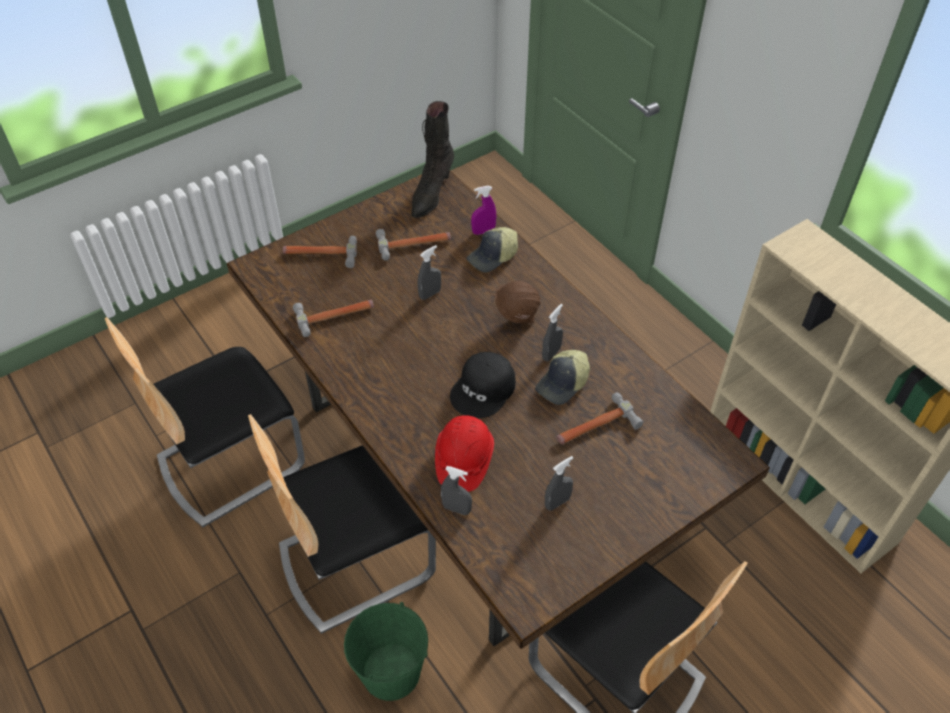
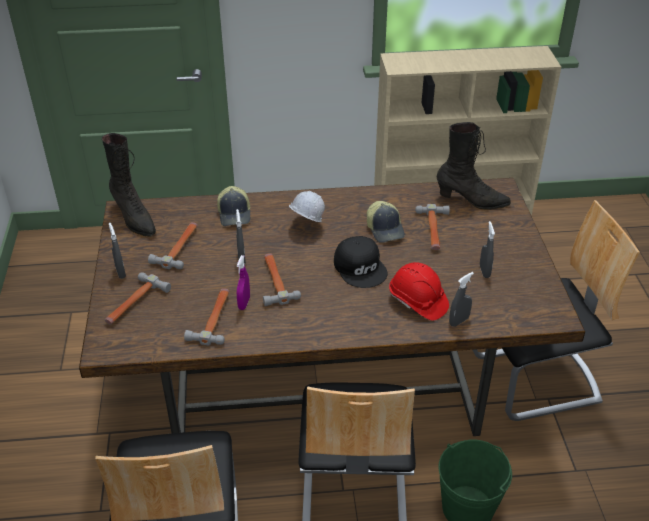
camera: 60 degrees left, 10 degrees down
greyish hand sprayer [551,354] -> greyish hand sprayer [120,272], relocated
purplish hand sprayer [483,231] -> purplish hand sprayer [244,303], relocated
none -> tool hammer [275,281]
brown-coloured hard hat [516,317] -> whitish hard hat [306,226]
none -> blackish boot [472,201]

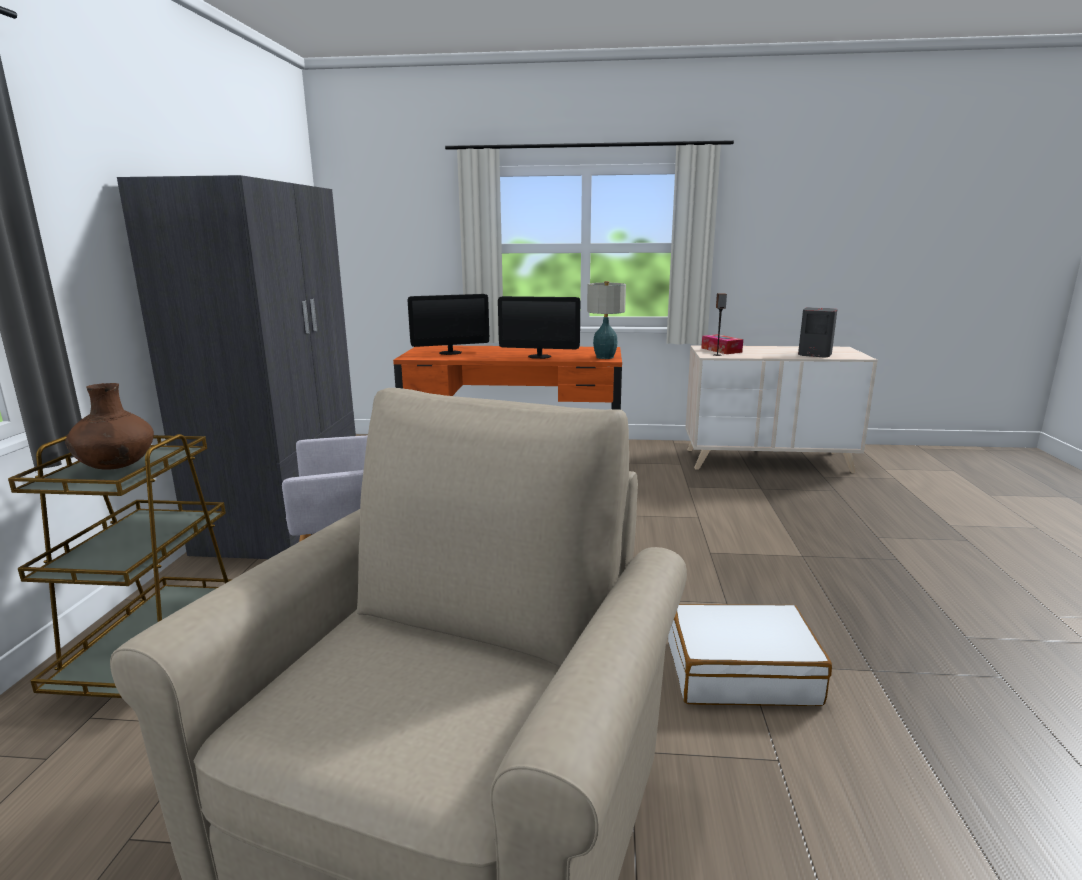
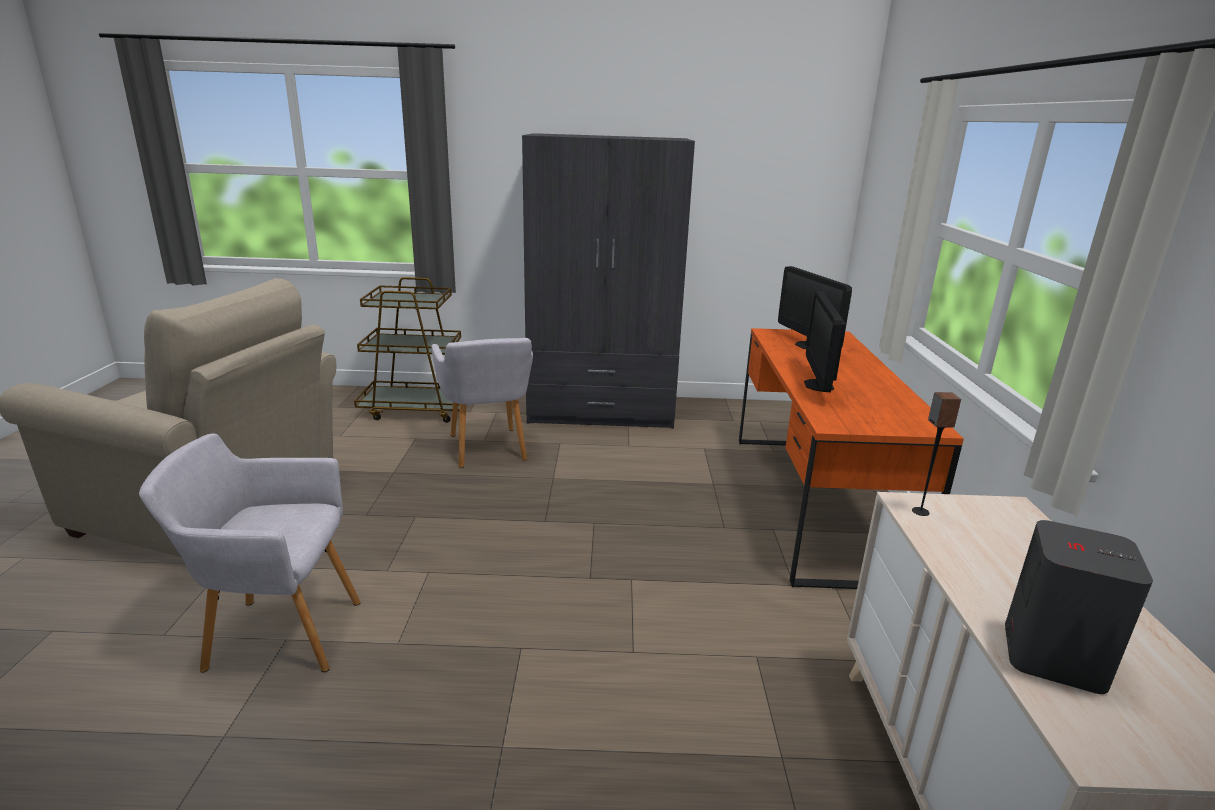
camera: 85 degrees right, 5 degrees up
whitish piece of luggage [741,672] -> greyish lounge chair [277,633]
brown-coloured flower vase [116,467] -> none
lamp for a table [605,357] -> none
box of tissues [721,350] -> none

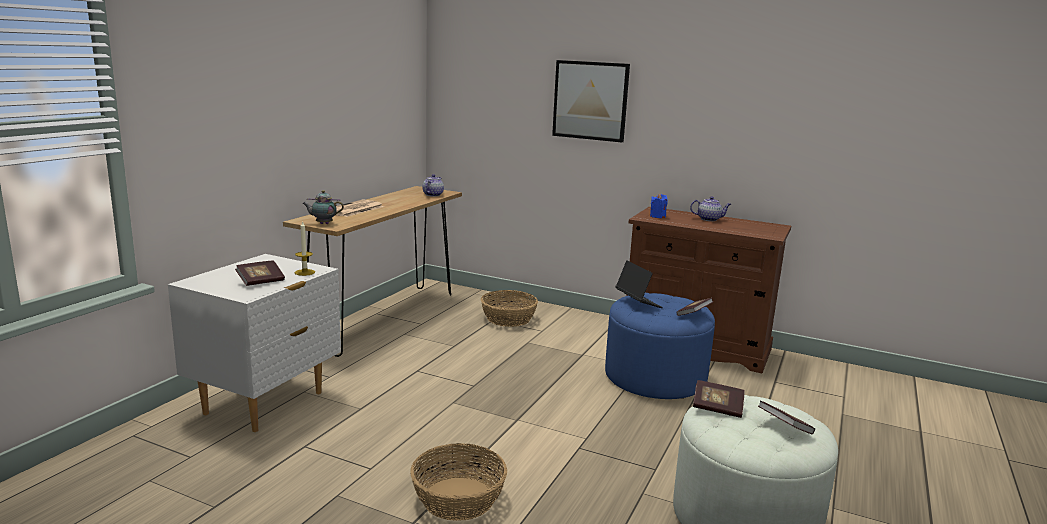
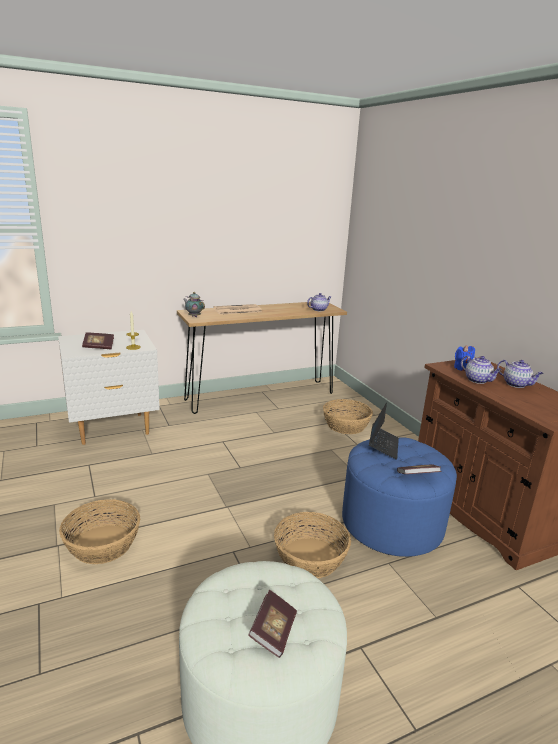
camera: 40 degrees right, 5 degrees up
none -> storage basket [311,557]
none -> pot for tea [478,380]
picture [590,100] -> none
volume [717,408] -> none

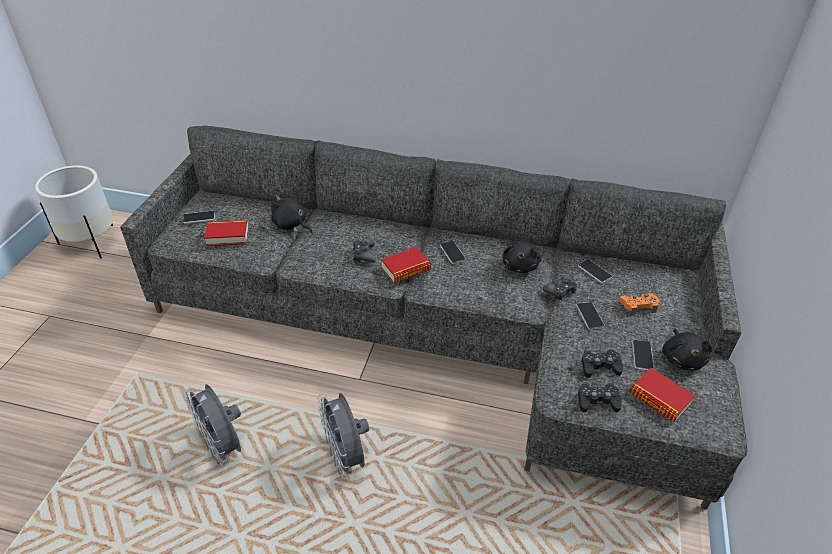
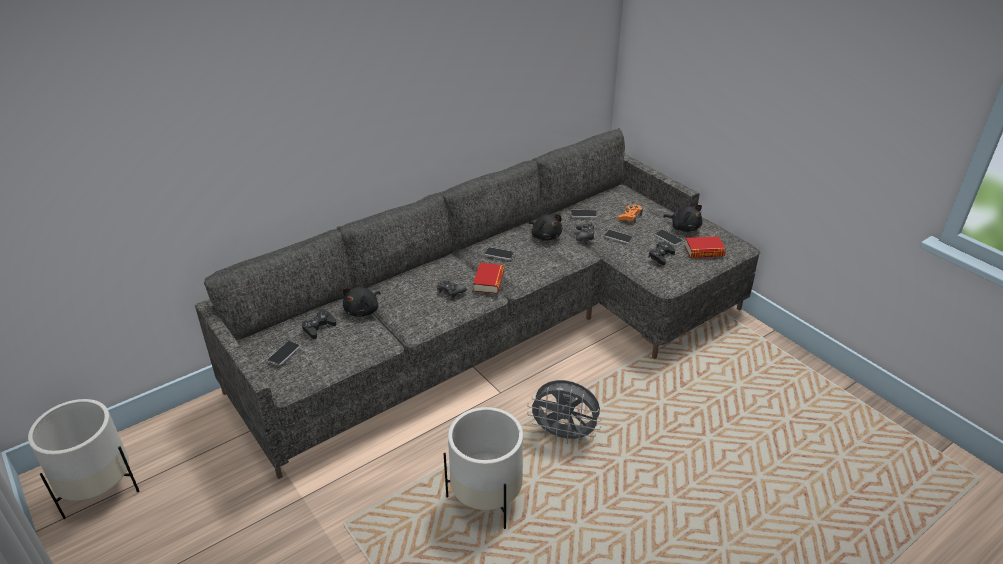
camera: 50 degrees left, 5 degrees down
blackish gamepad [597,401] -> blackish gamepad [318,327], relocated
blackish soft toy [291,225] -> blackish soft toy [363,310], 45 degrees counterclockwise
greyish cooling fan [223,446] -> whitish flower pot [486,499]
volume [227,236] -> none

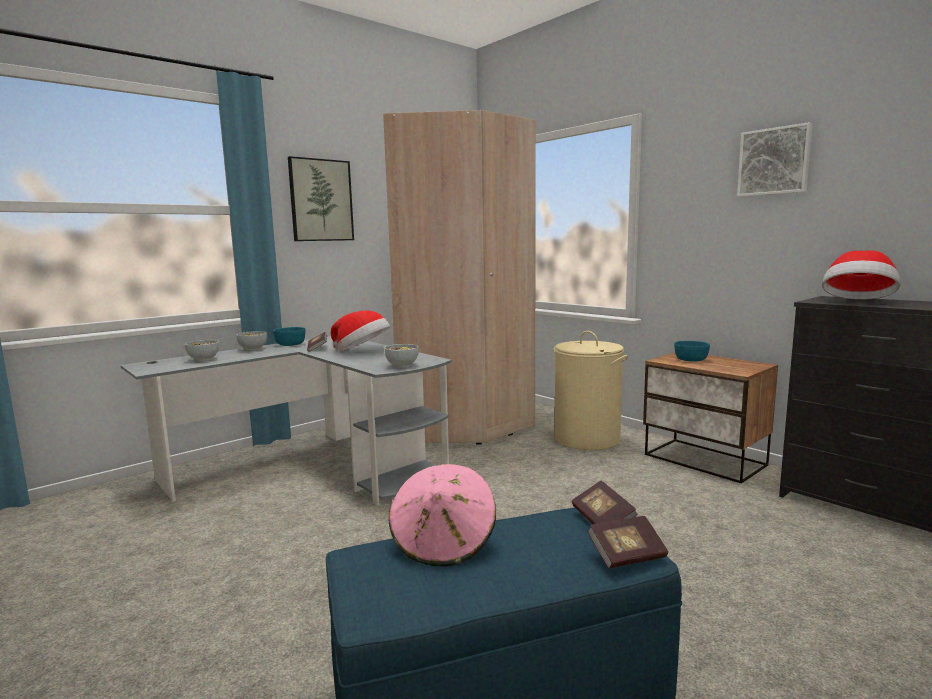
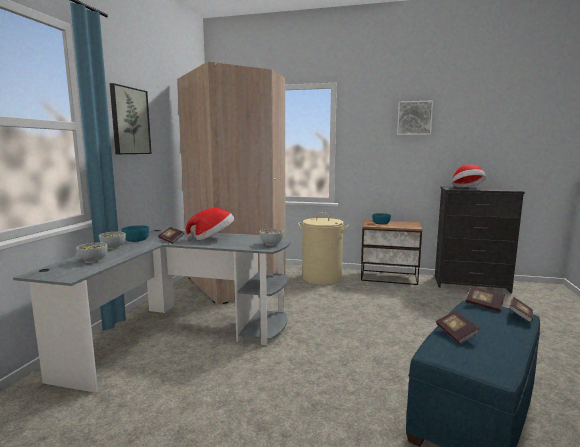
camera: 35 degrees left, 0 degrees up
pinkish wearable hat [444,543] -> volume [456,334]

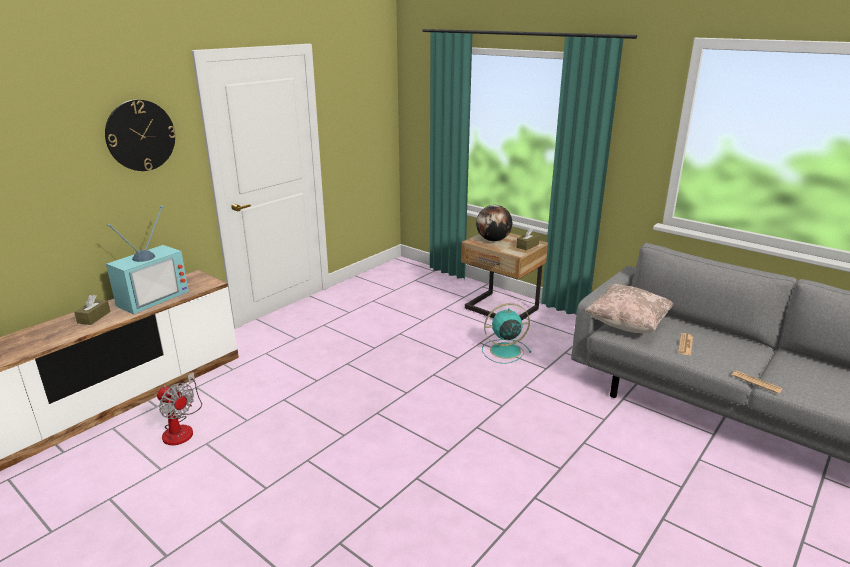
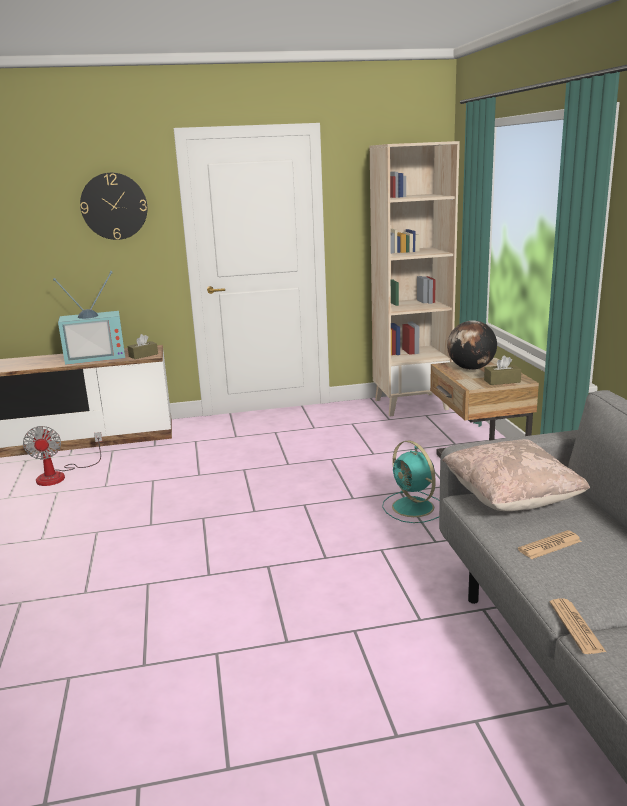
camera: 40 degrees right, 5 degrees down
brown-coloured box of tissues [94,317] -> brown-coloured box of tissues [143,355], relocated
none -> sand-coloured bookshelf [411,404]
turquoise-coloured cooling fan [504,351] -> turquoise-coloured cooling fan [414,508], 150 degrees counterclockwise

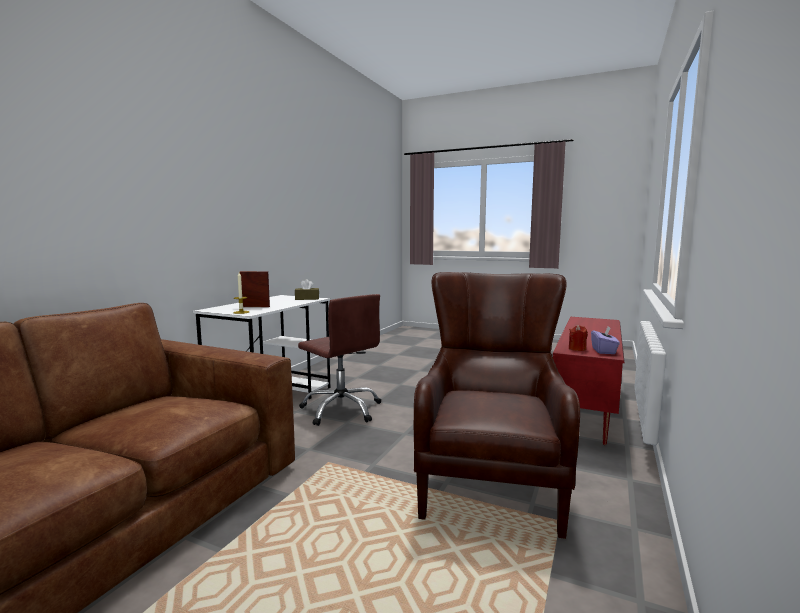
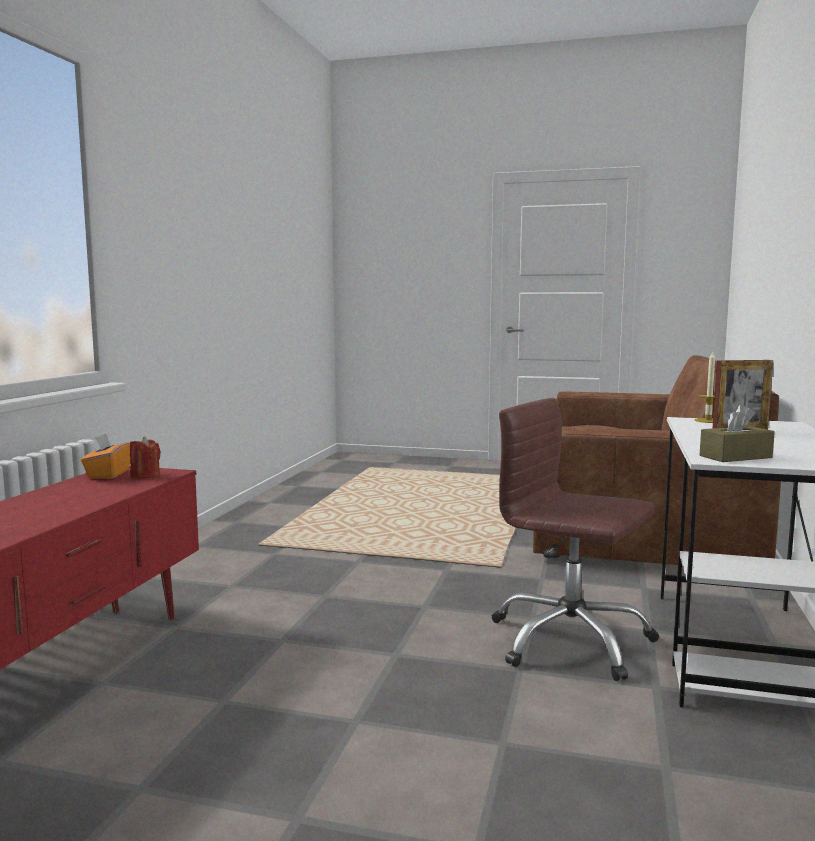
camera: 170 degrees right, 0 degrees up
purplish box of tissues [604,351] -> orange-coloured box of tissues [108,474]
brown-coloured lounge chair [490,482] -> none

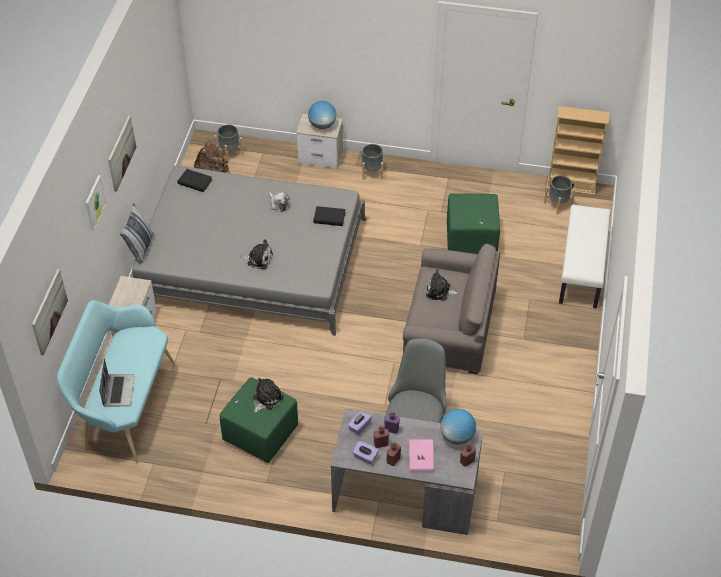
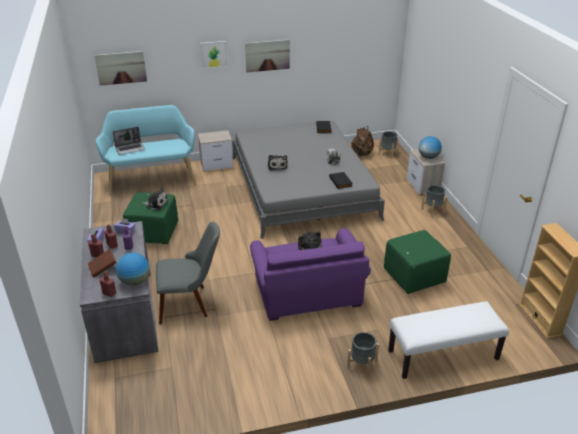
camera: 65 degrees right, 15 degrees down
pinkish volume [421,459] -> brown-coloured volume [103,268]
greyish lounge chair [449,329] -> purplish lounge chair [307,291]
greyish flower pot [558,204] -> greyish flower pot [362,364], relocated
throw pillow [140,248] -> none

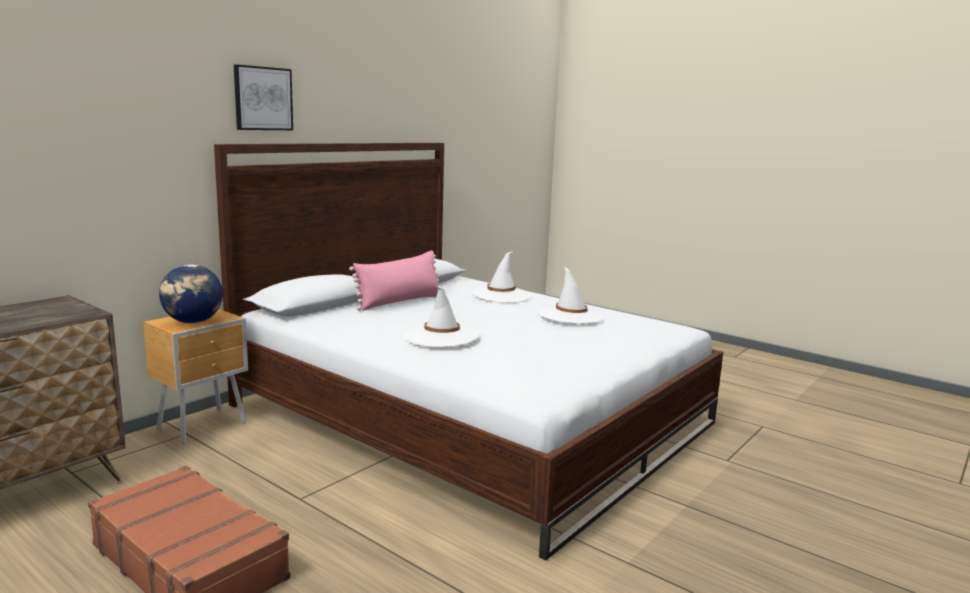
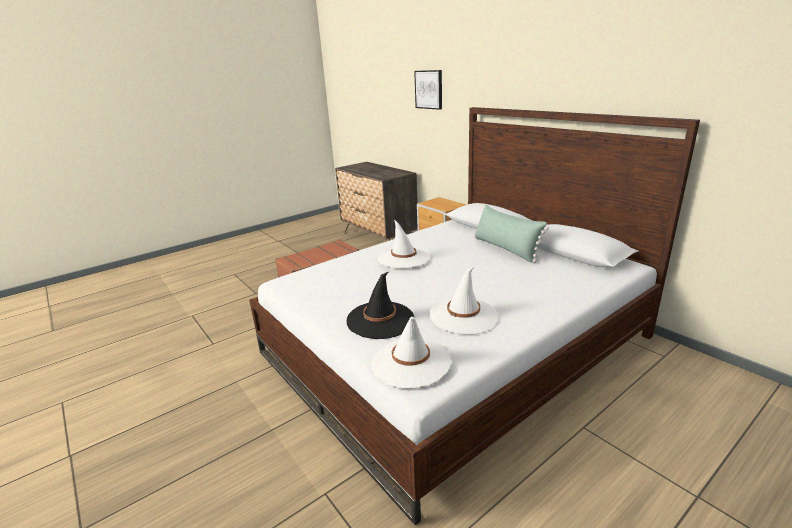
camera: 105 degrees right, 10 degrees up
none -> blackish wearable hat [380,320]
whitish wearable hat [501,295] -> whitish wearable hat [411,362], relocated
picture [263,98] -> picture [429,89], relocated
pinkish throw pillow [399,302] -> green-coloured throw pillow [505,248]
world globe [193,322] -> none

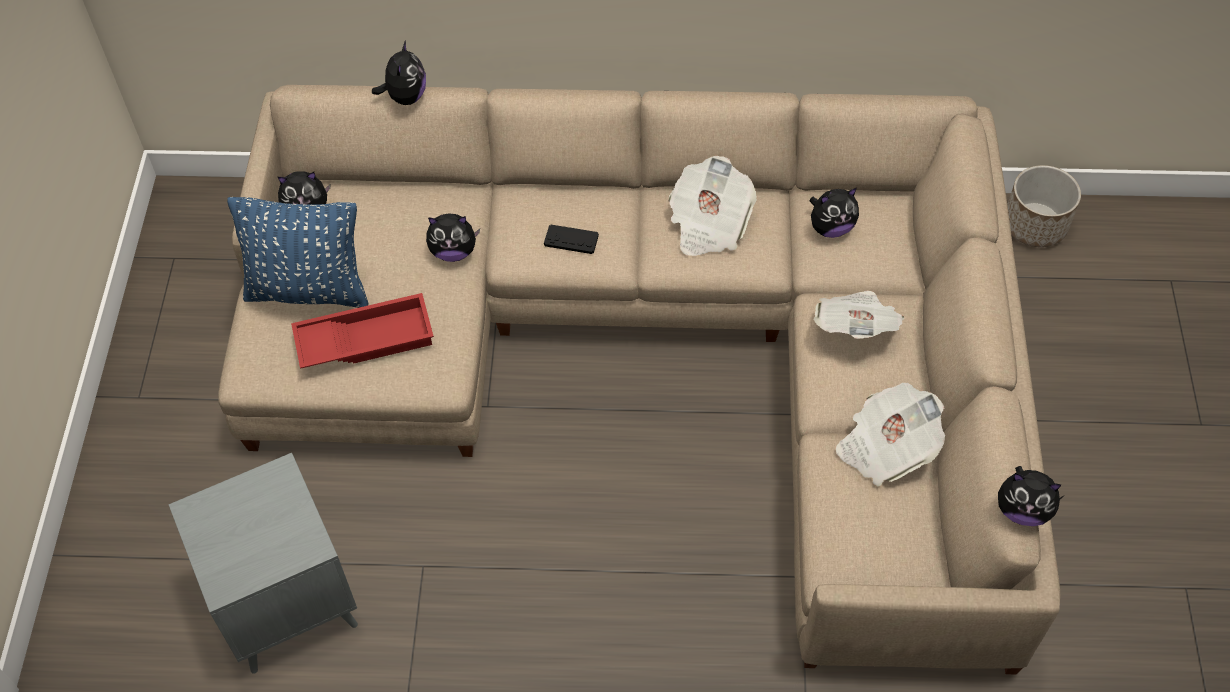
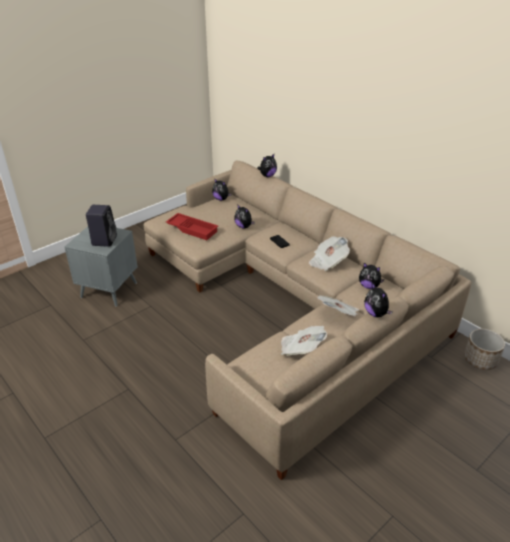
camera: 45 degrees right, 20 degrees down
none -> blackish audio speaker [104,240]
soft toy [1022,510] -> soft toy [376,313], relocated
blue throw pillow [309,290] -> none

